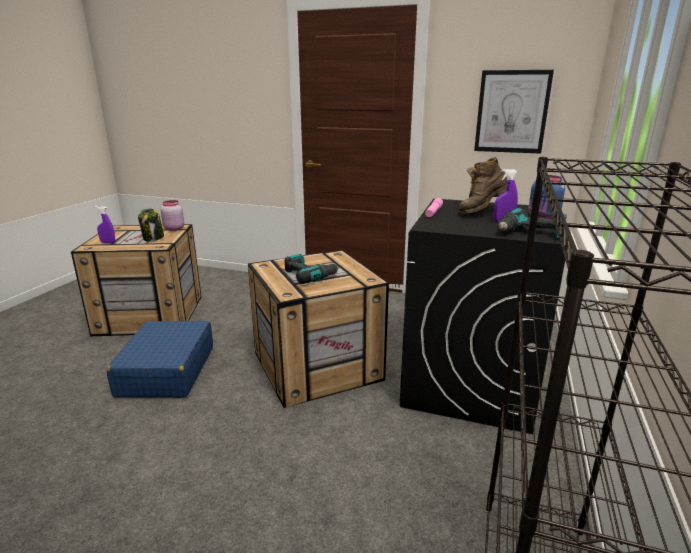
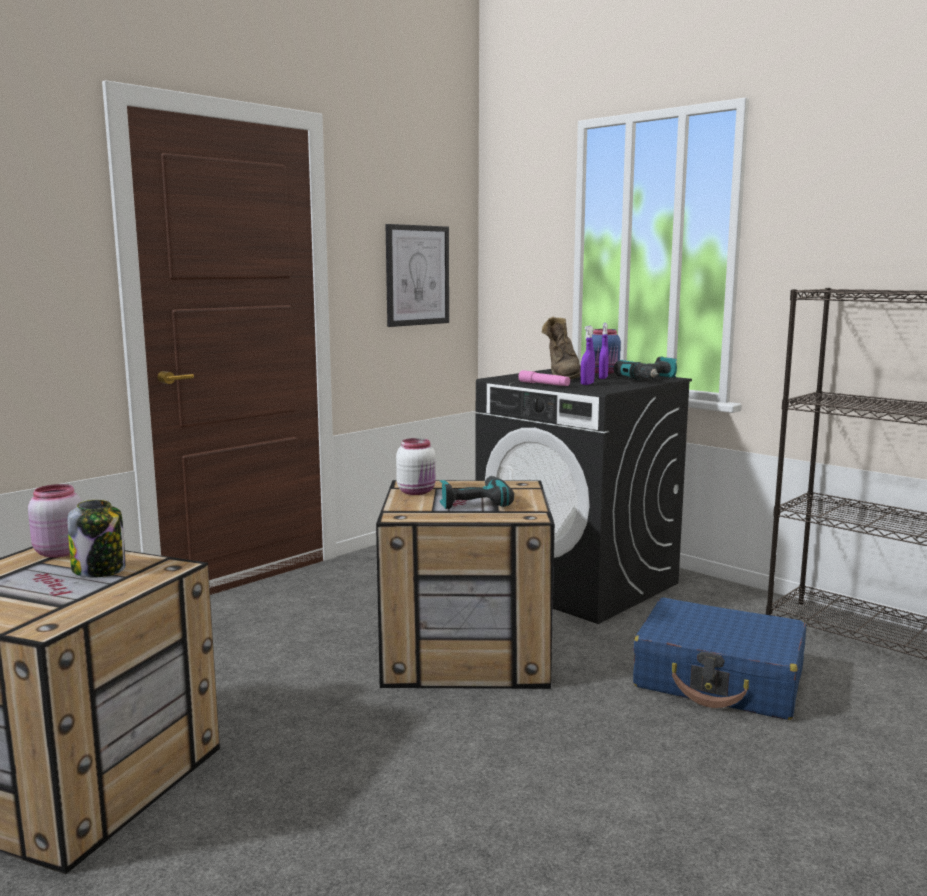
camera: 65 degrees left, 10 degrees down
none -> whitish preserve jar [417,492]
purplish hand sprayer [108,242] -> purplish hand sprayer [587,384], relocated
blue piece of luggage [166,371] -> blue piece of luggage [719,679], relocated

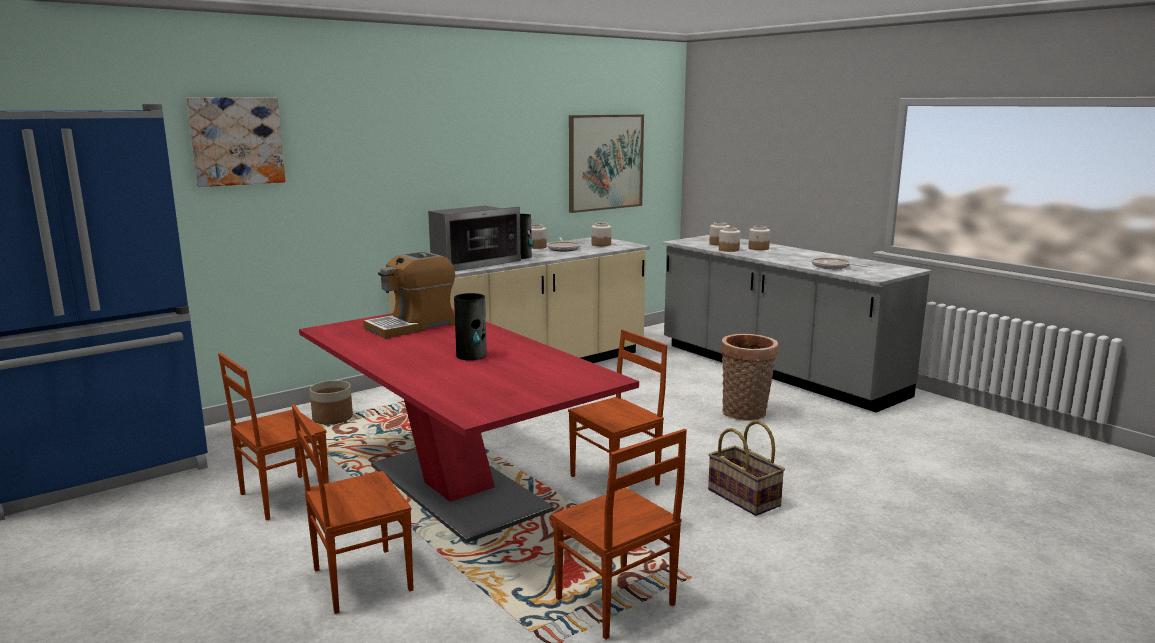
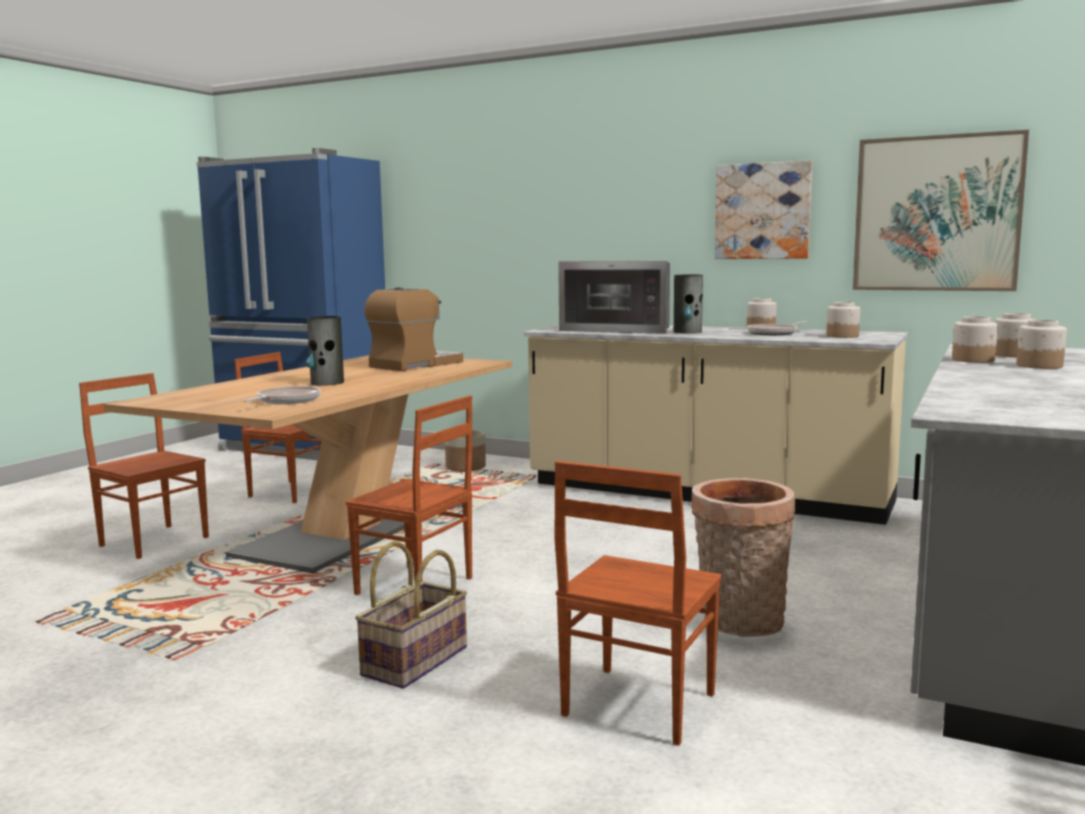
camera: 65 degrees right, 5 degrees down
red-coloured dining table [457,488] -> sand-coloured dining table [344,532]
pan [832,267] -> pan [286,401], relocated
coffee brewer [412,326] -> coffee brewer [415,365], 105 degrees clockwise
brown-coloured plain chair [615,603] -> brown-coloured plain chair [636,705], relocated
picture [237,141] -> picture [763,211], relocated

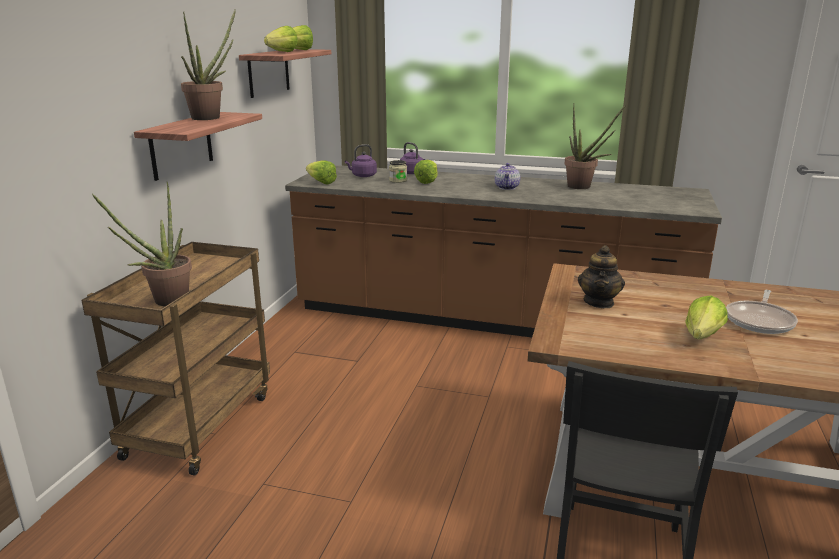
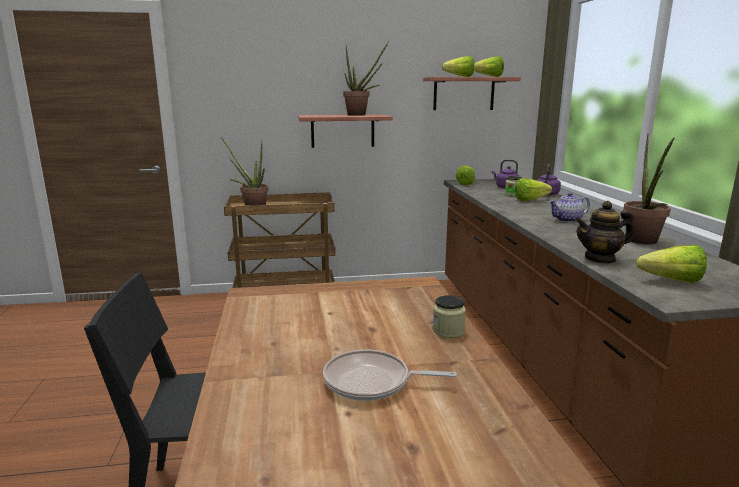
camera: 65 degrees right, 5 degrees down
none -> preserve jar [448,331]
pot for tea [599,302] -> pot for tea [600,259], relocated
lettuce head [699,339] -> lettuce head [665,280], relocated

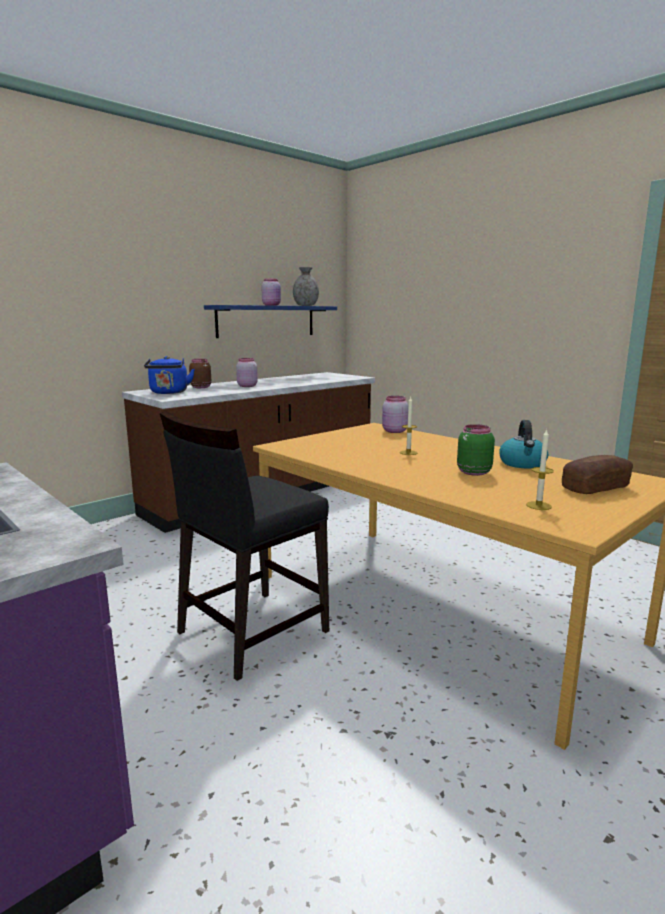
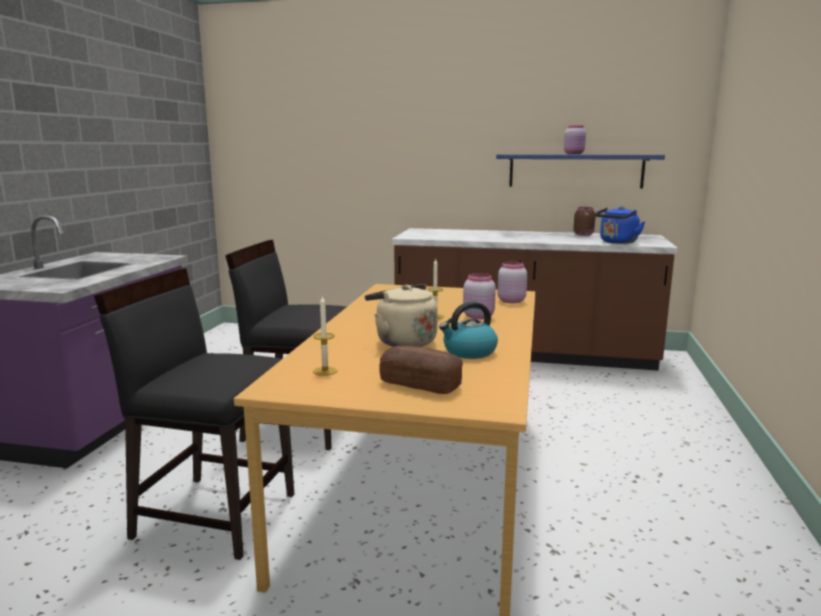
camera: 55 degrees right, 0 degrees up
none -> blackish plain chair [214,514]
green-coloured preserve jar [473,472] -> sand-coloured kettle [403,341]
pinkish preserve jar [247,386] -> pinkish preserve jar [478,316], relocated
brown-coloured preserve jar [201,387] -> brown-coloured preserve jar [583,234], relocated
blue kettle [169,393] -> blue kettle [617,242], relocated
greyish flower vase [305,305] -> none

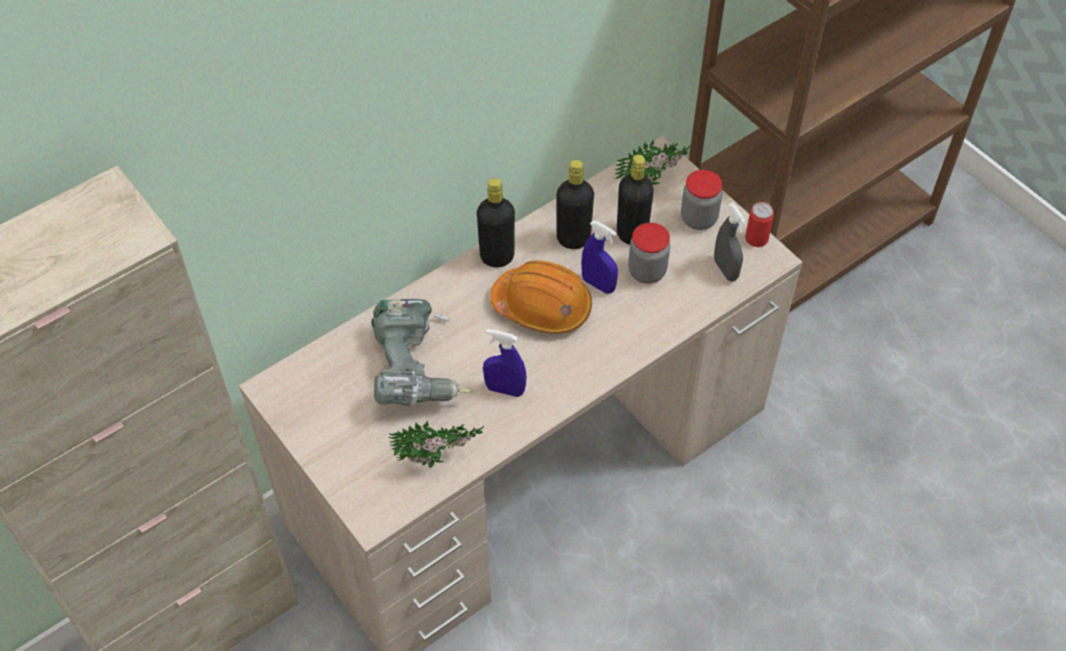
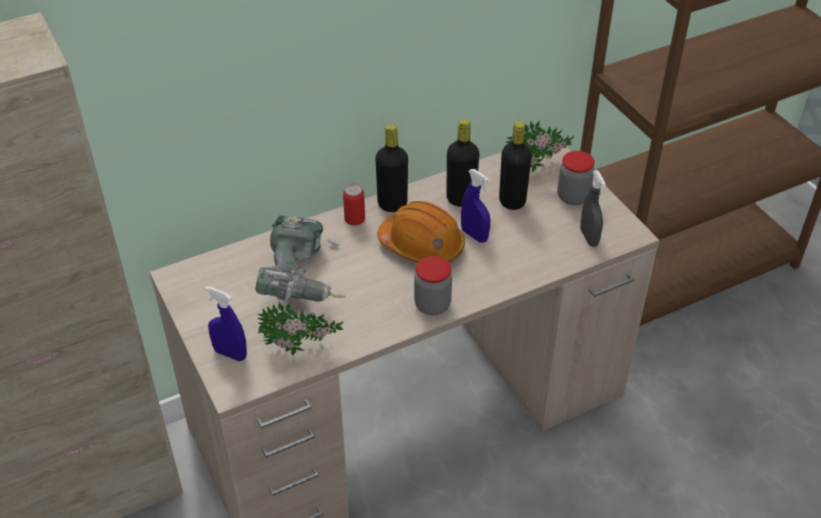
camera: 10 degrees right, 10 degrees down
blue hand sprayer [505,389] -> blue hand sprayer [230,354], relocated
metal can [756,238] -> metal can [354,219], relocated
preserve jar [647,271] -> preserve jar [432,305], relocated

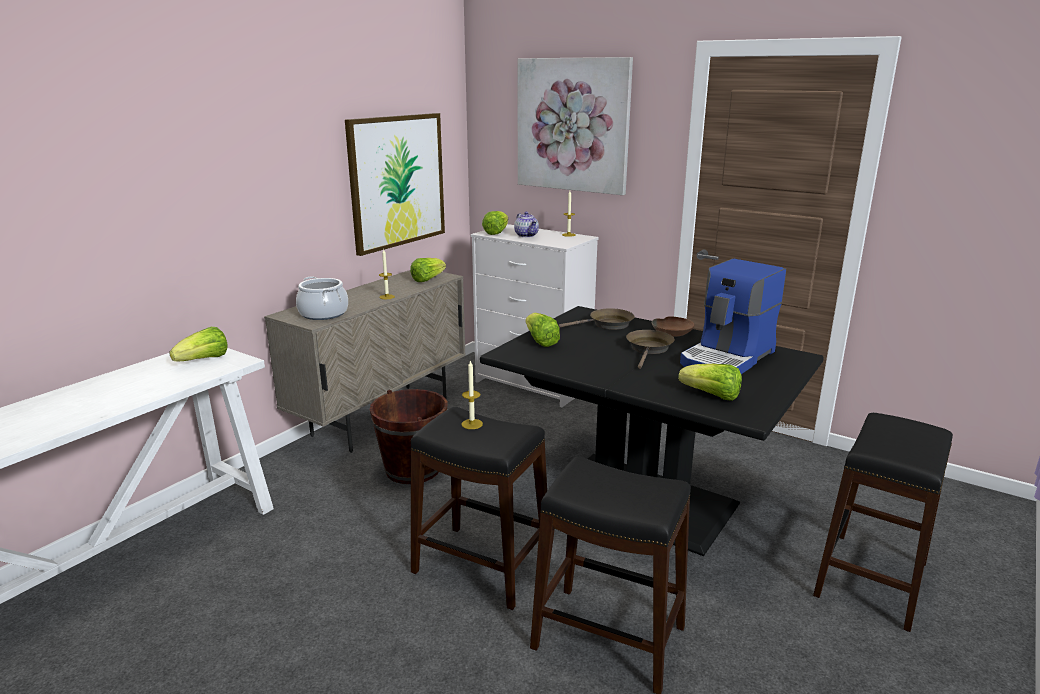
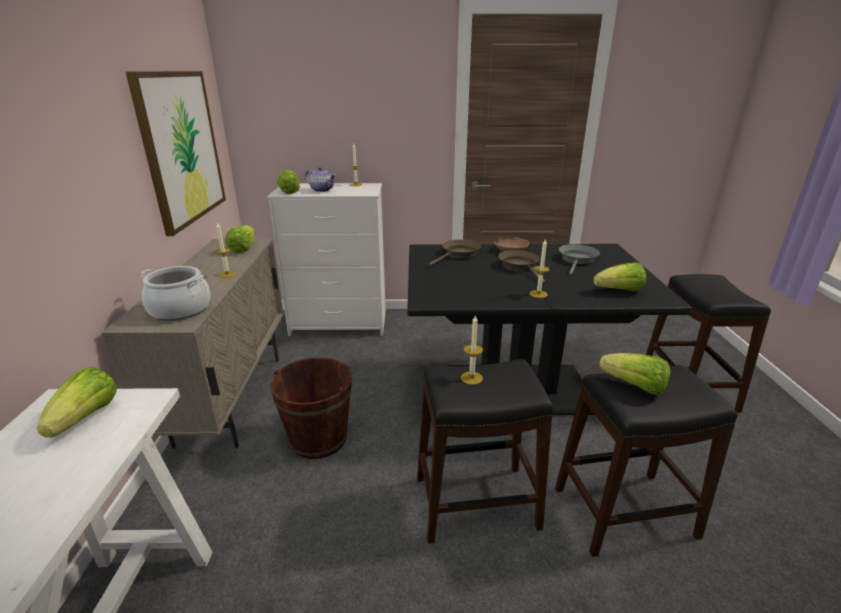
camera: 35 degrees left, 5 degrees up
none -> wax light [538,294]
coffee brewer [728,358] -> greyish pan [577,260]
lettuce head [540,341] -> lettuce head [634,386], relocated
picture [572,125] -> none

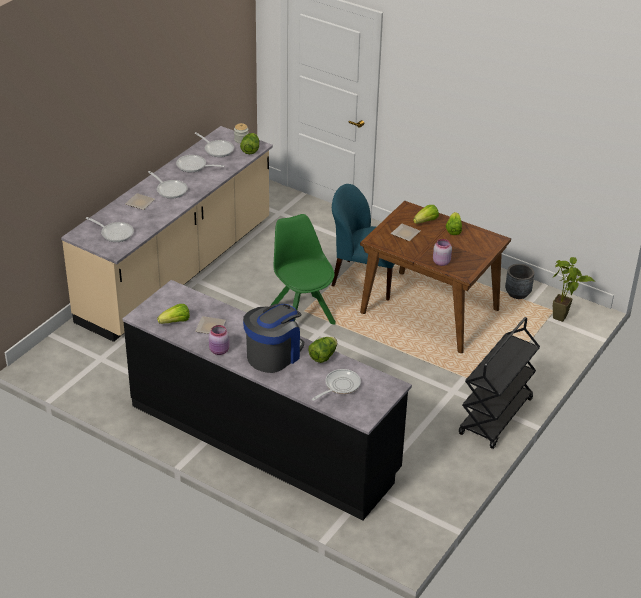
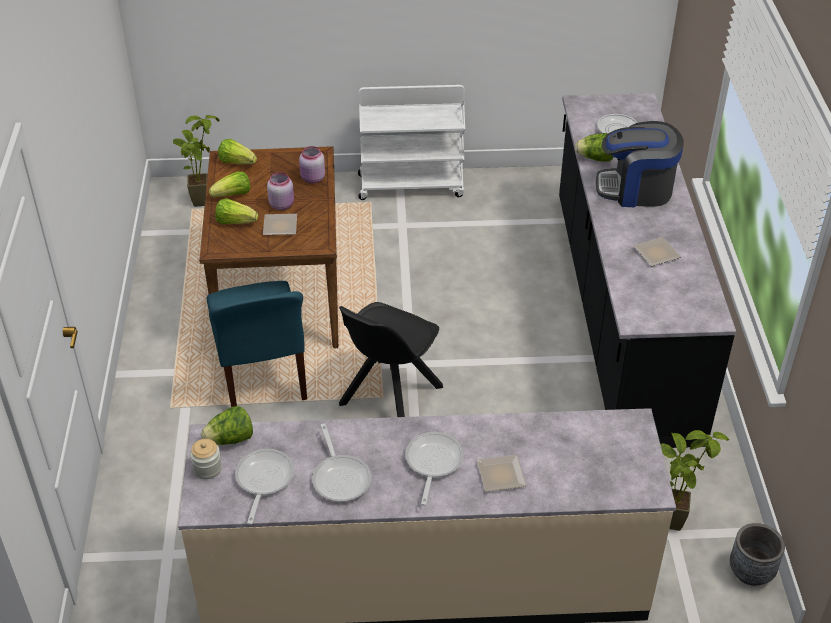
camera: 125 degrees left, 5 degrees up
lettuce head [175,322] -> lettuce head [236,162], relocated
pinkish preserve jar [219,351] -> pinkish preserve jar [282,204], relocated
green-coloured plain chair [302,313] -> blackish plain chair [389,397]
blackish cart [496,417] -> whitish cart [411,185]
none -> potted plant [675,515]
greyish flower pot [517,293] -> greyish flower pot [751,572], relocated
pan [115,233] -> none

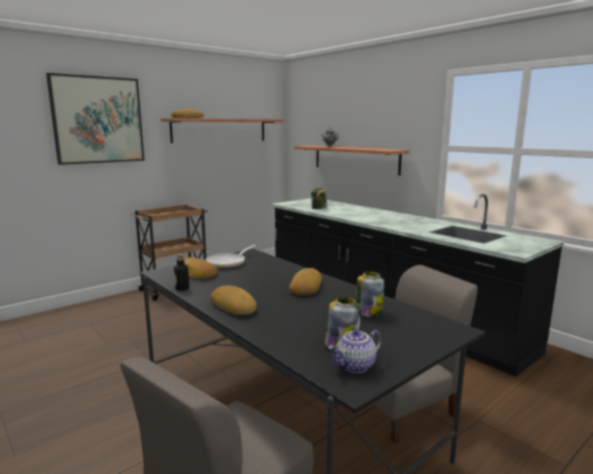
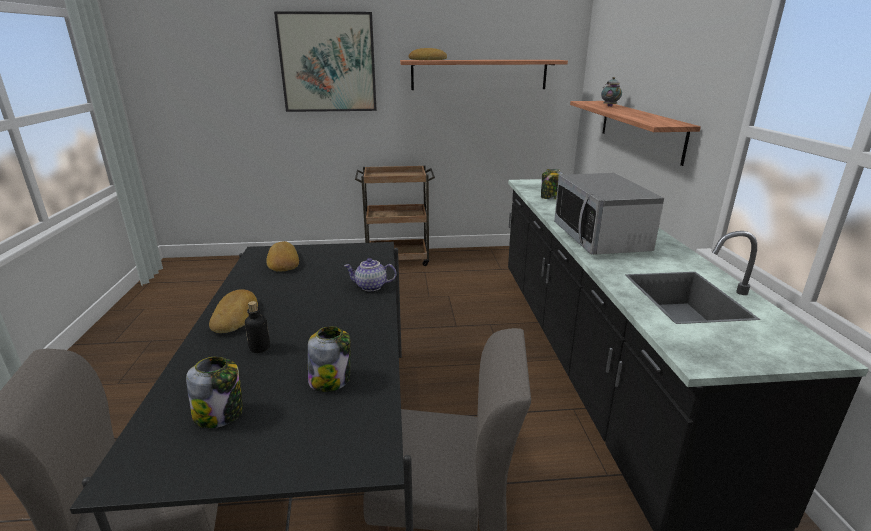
camera: 35 degrees right, 10 degrees up
bottle [182,288] -> bottle [260,348], relocated
pot for tea [355,366] -> pot for tea [370,287], relocated
none -> microwave [600,238]
pan [228,263] -> none
bread [305,287] -> none

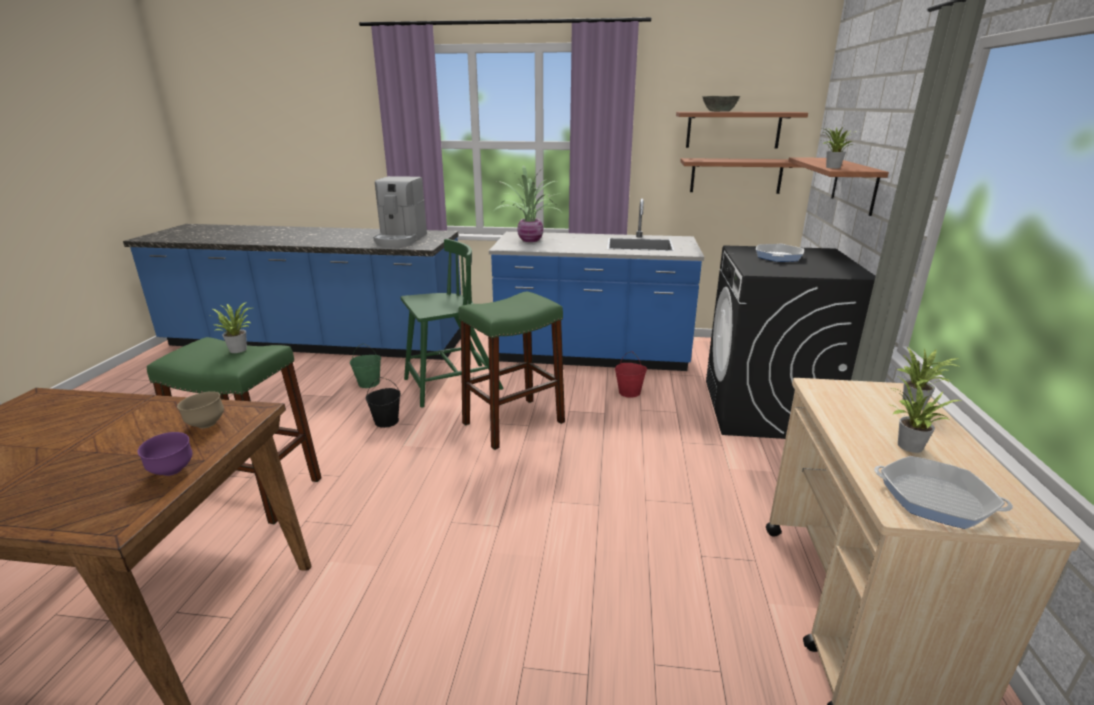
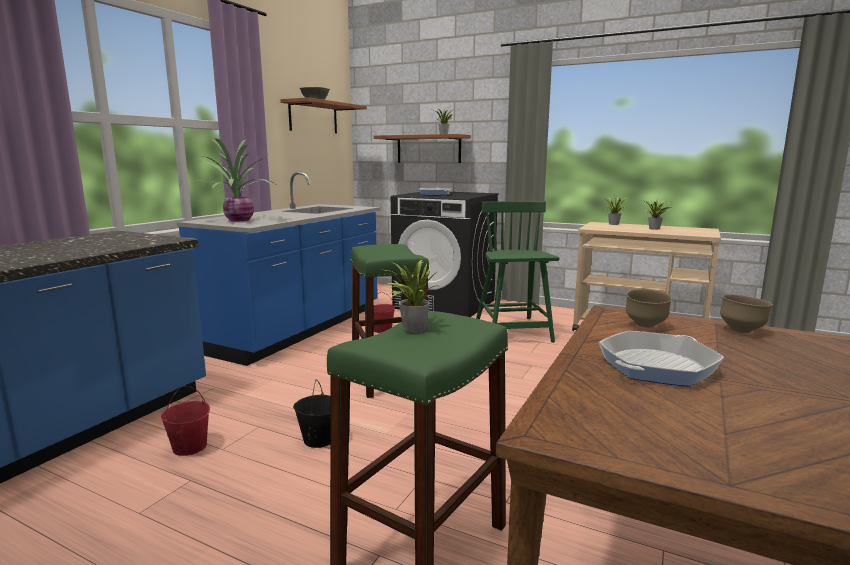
camera: 70 degrees left, 10 degrees down
green-coloured water bucket [369,383] -> red-coloured water bucket [189,447]
green-coloured plain chair [450,385] -> green-coloured plain chair [513,331], relocated
pan [935,499] -> pan [657,366], relocated
purplish serving bowl [172,472] -> brown-coloured serving bowl [742,331]
coffee brewer [400,239] -> none
bracket shelf [736,175] -> none

